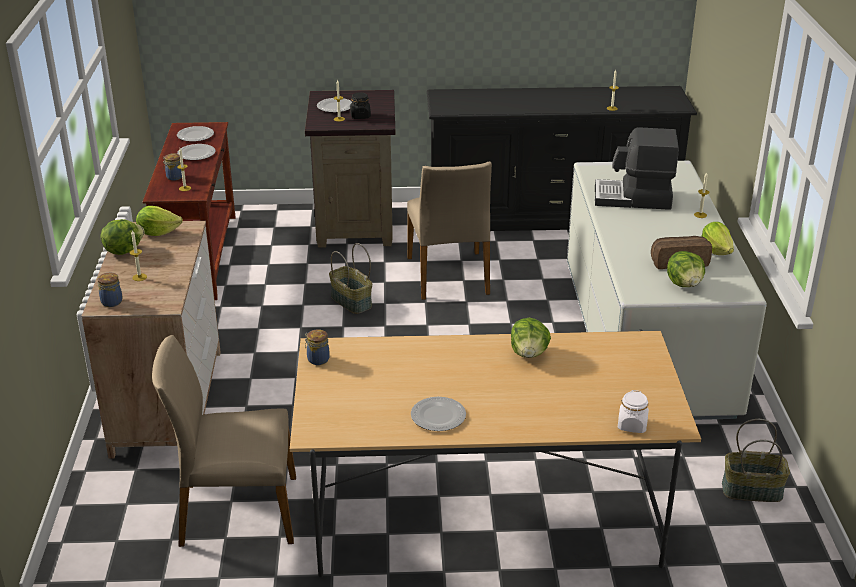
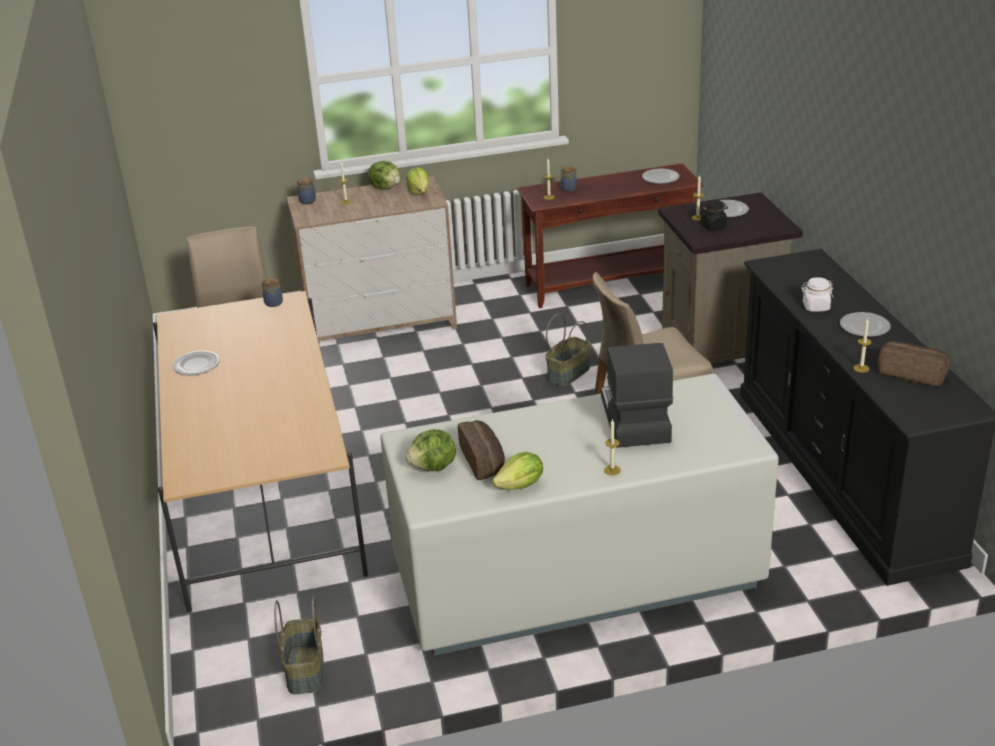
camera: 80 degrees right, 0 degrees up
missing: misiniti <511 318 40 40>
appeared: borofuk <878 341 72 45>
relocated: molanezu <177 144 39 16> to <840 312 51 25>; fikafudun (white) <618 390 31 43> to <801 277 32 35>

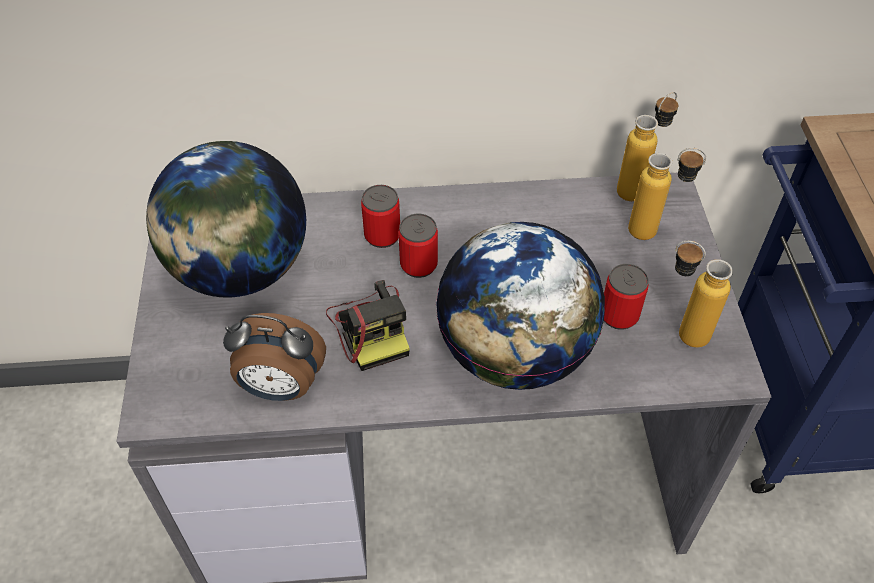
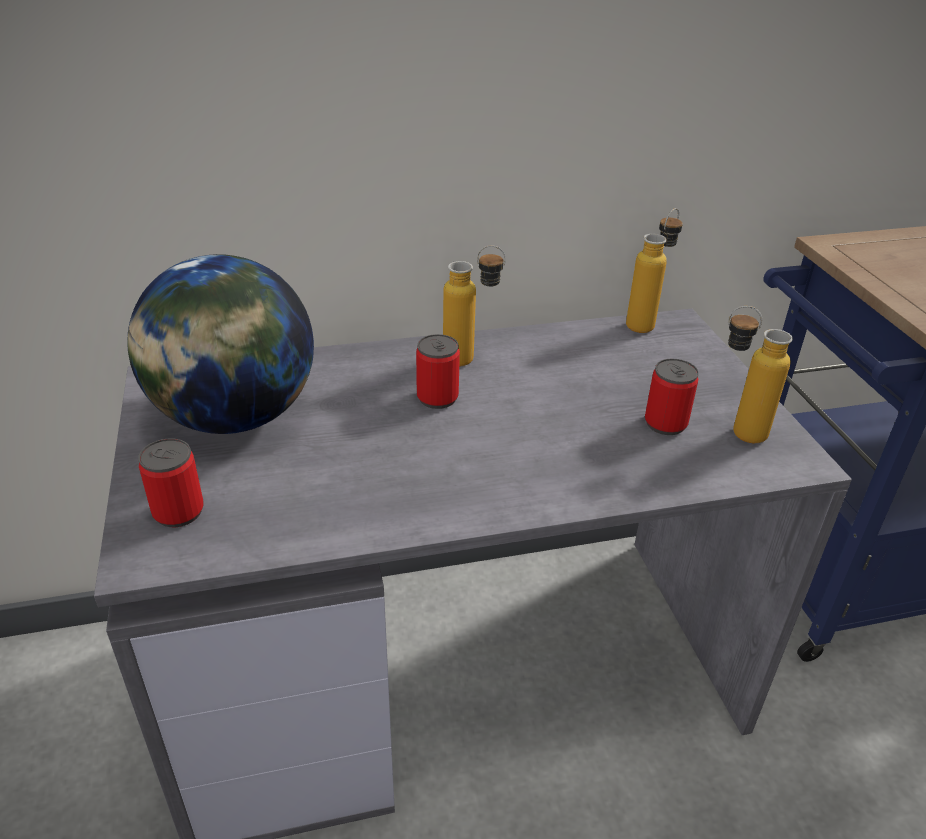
camera: 10 degrees left, 15 degrees down
missing: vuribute <436 222 169 168>; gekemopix <326 280 84 91>; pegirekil <223 313 103 88>
relocated: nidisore <628 148 78 92> to <443 245 63 121>; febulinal <361 185 39 63> to <138 438 66 89>

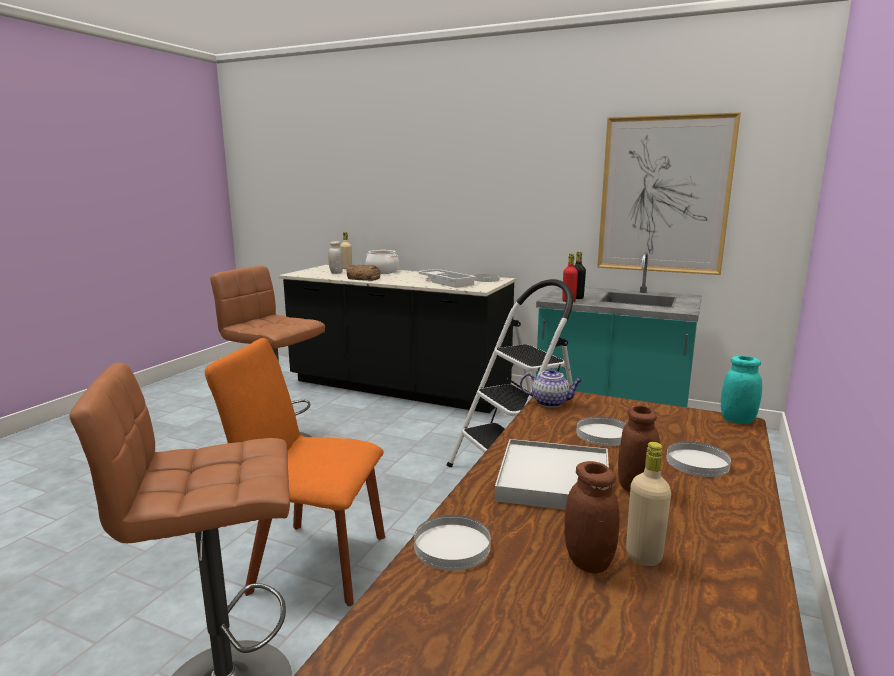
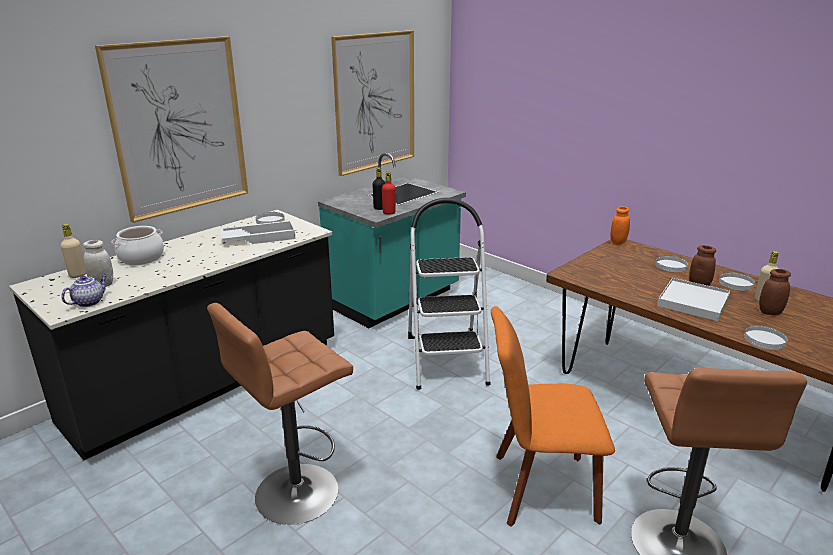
camera: 70 degrees left, 10 degrees up
missing: borofuk <346 265 35 16>
appeared: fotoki <95 36 153 187>
relocated: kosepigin <520 368 63 39> to <61 274 46 33>; molanezu (white) <576 416 50 30> to <719 272 36 19>
colour: fikafudun (turquoise) <721 356 41 68> to fikafudun (orange) <611 206 19 39>
spun: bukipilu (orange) <205 338 180 268> = <491 306 124 221> 60 degrees clockwise

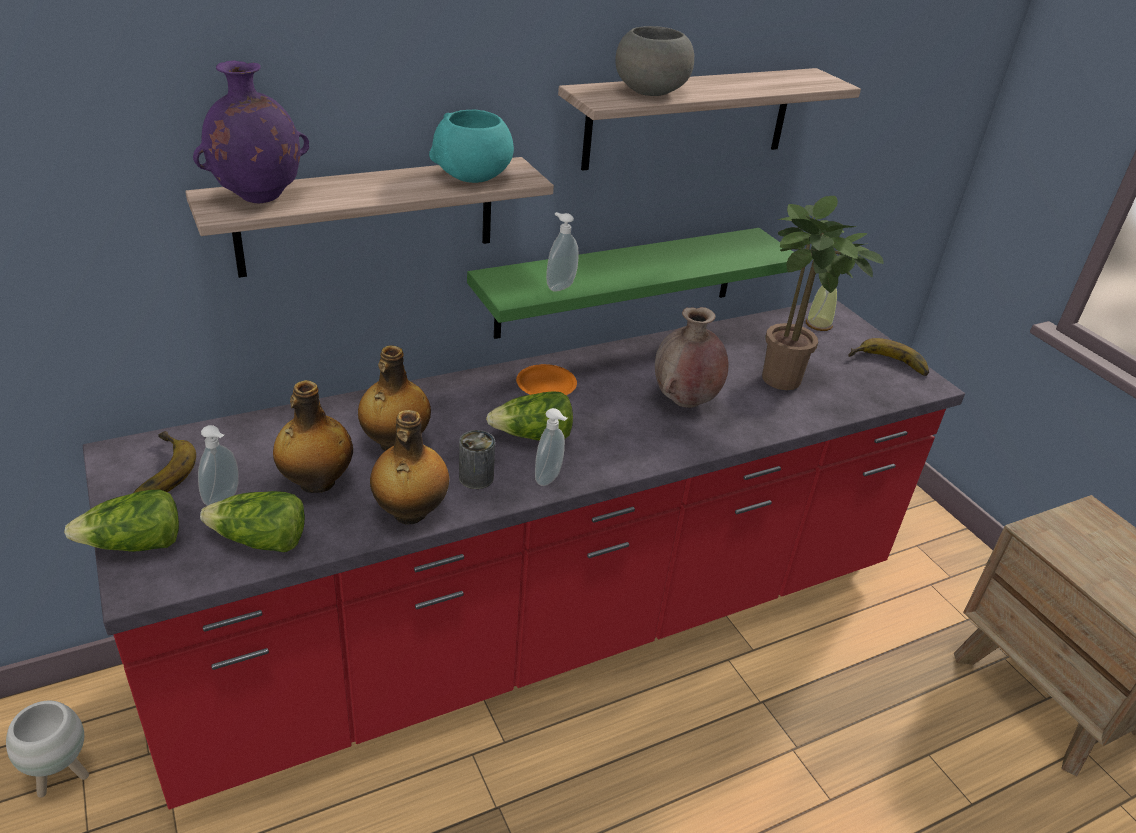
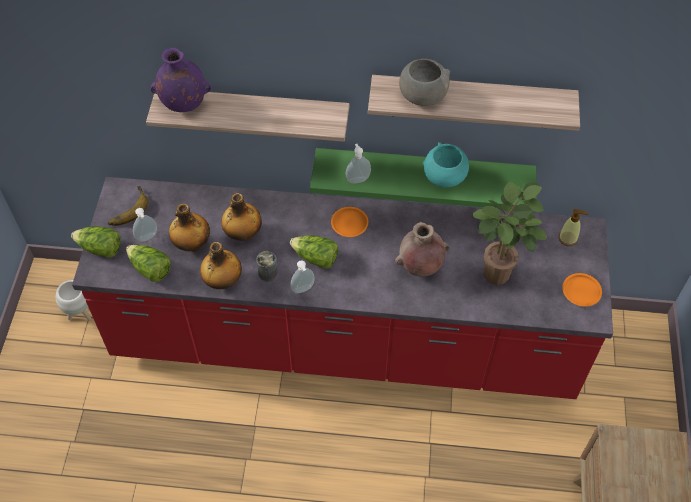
camera: 35 degrees right, 20 degrees up
relocated: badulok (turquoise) <429 110 85 73> to <423 142 46 45>
exchanged: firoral <848 338 81 38> to molanezu (orange) <562 273 40 34>

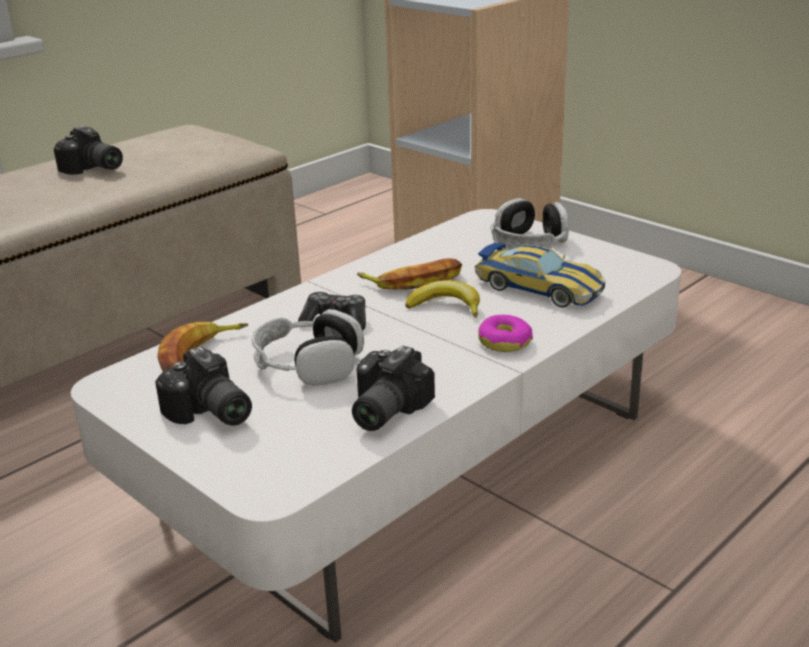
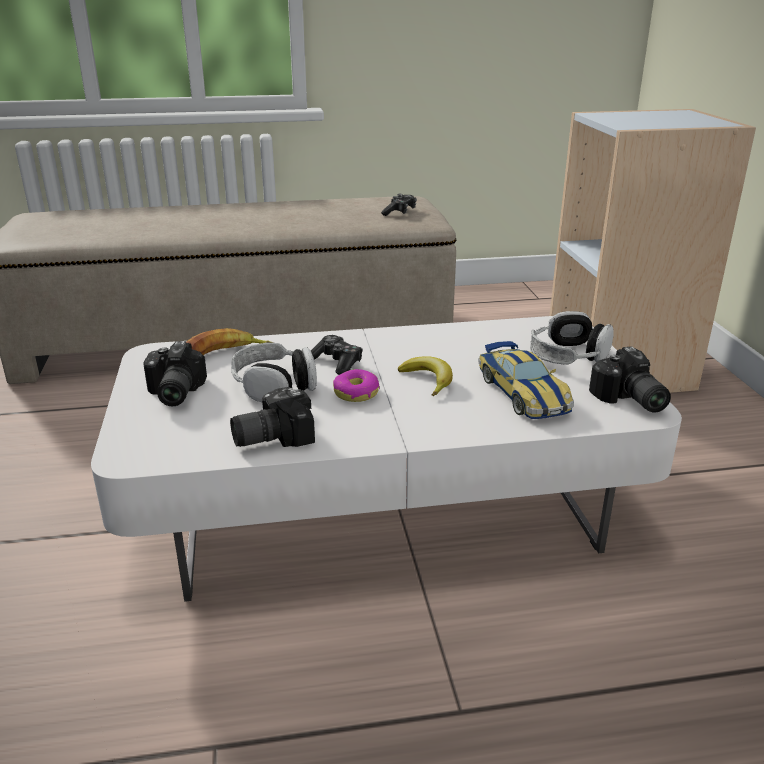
camera: 35 degrees right, 0 degrees up
missing: firoral <357 258 105 32>
appeared: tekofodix <381 194 36 22>
relocated: gekemopix <54 126 69 49> to <589 346 82 67>; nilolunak <478 315 55 37> to <333 369 47 33>

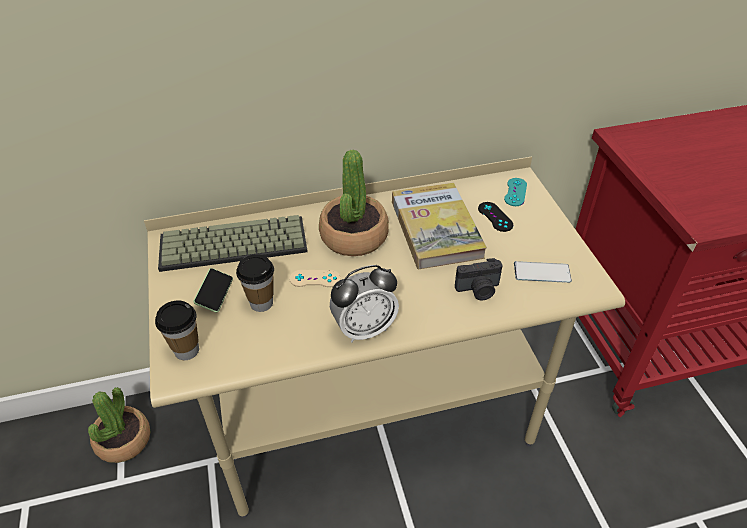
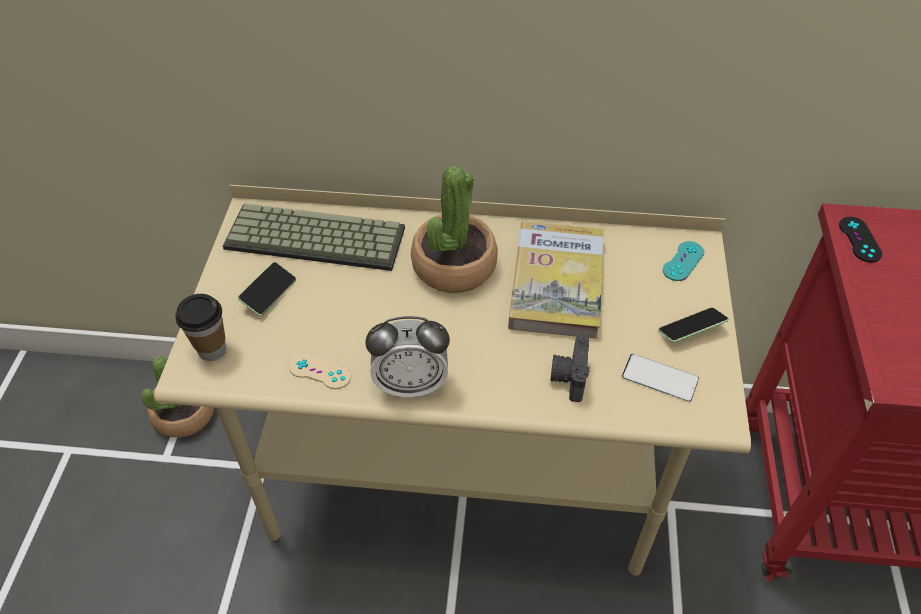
camera: 20 degrees right, 5 degrees up
missing: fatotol <236 254 38 58>
appeared: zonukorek <658 308 71 34>
relocated: tekofodix (black) <478 202 35 30> to <839 217 43 45>; tekofodix (beige) <289 270 52 17> to <289 353 62 36>
spun: gekemopix <455 258 48 42> = <550 334 40 68> 90 degrees clockwise

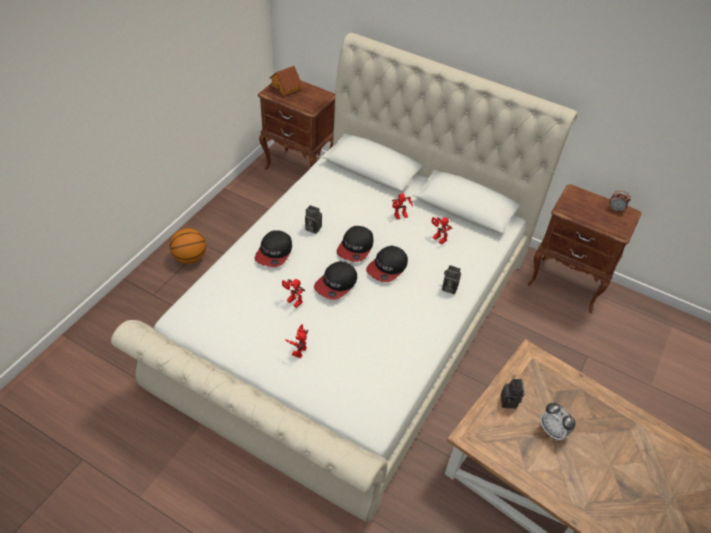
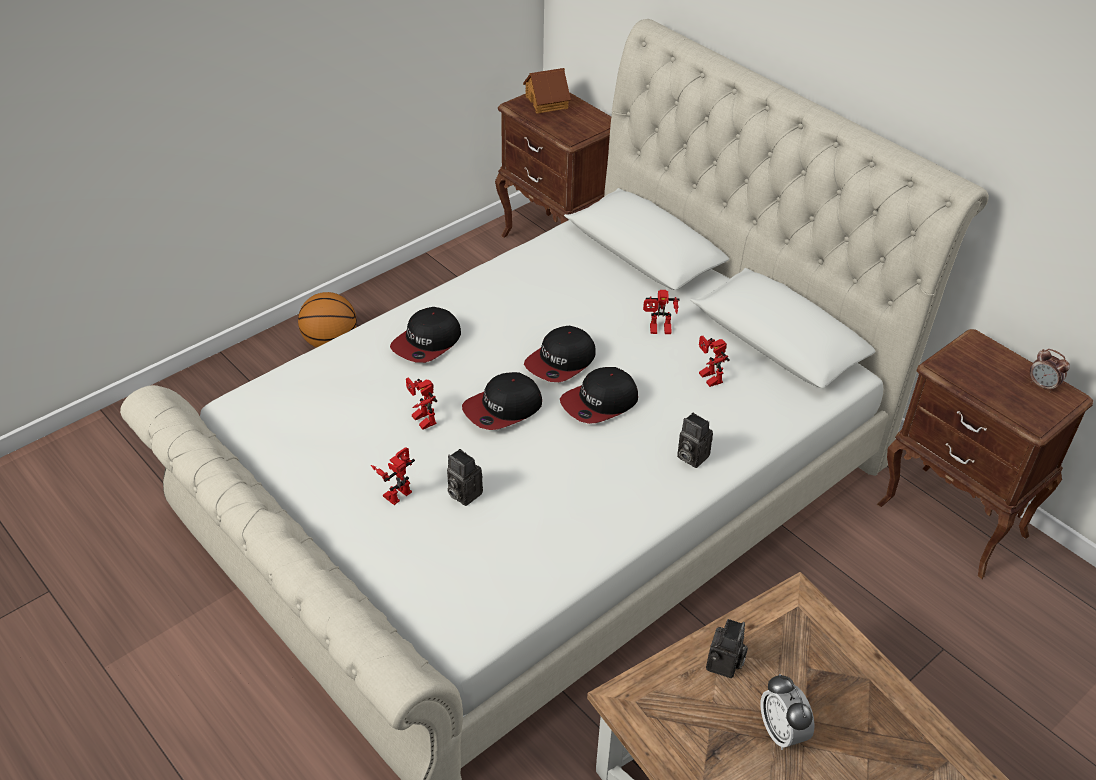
camera: 20 degrees right, 5 degrees down
relocated: gekemopix <305 205 17 29> to <447 449 36 57>

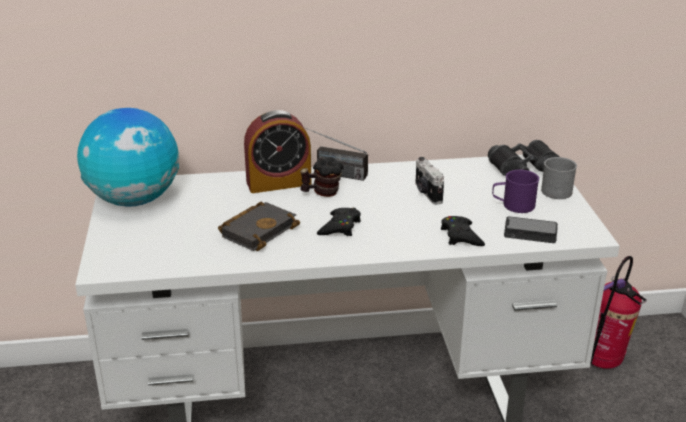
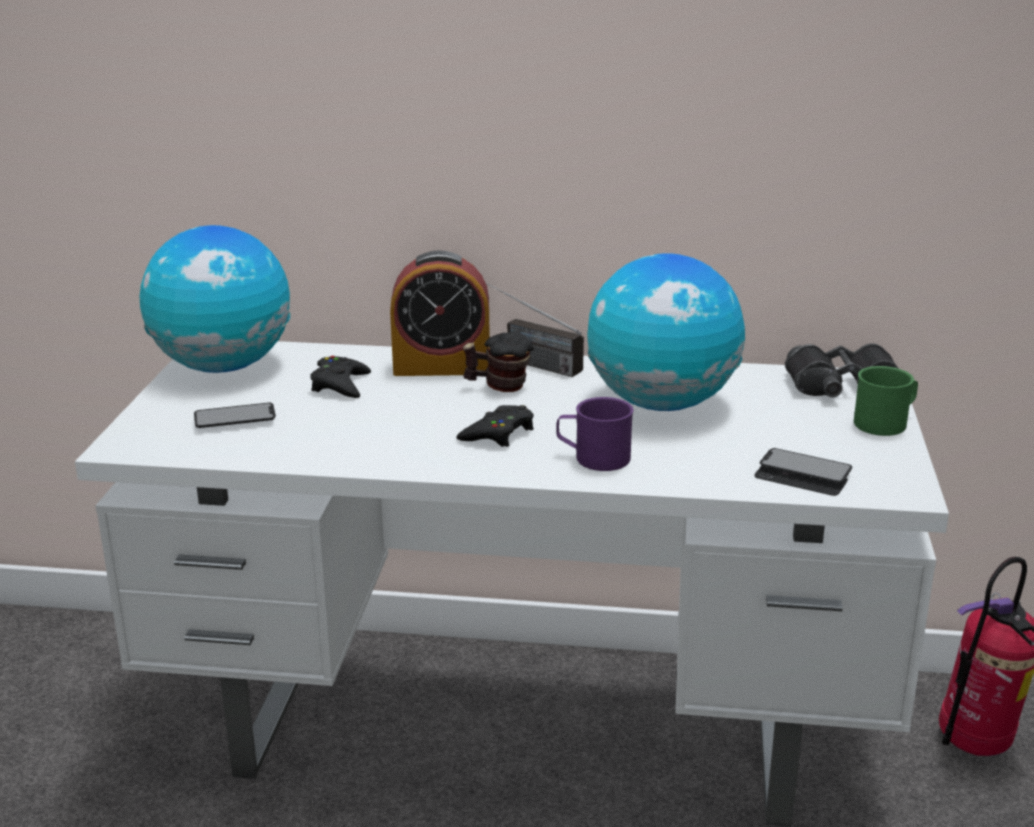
camera: 15 degrees right, 5 degrees down
missing: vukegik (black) <218 202 82 49>
appeared: zonukorek <194 403 82 25>
relocated: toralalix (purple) <492 170 47 43> to <556 397 78 74>; tekofodix (black) <441 216 44 30> to <310 356 61 42>
exchanged: gekemopix <415 157 29 48> to vuribute <587 253 158 158>
colour: toralalix (grey) <541 157 36 42> to toralalix (green) <854 366 64 70>

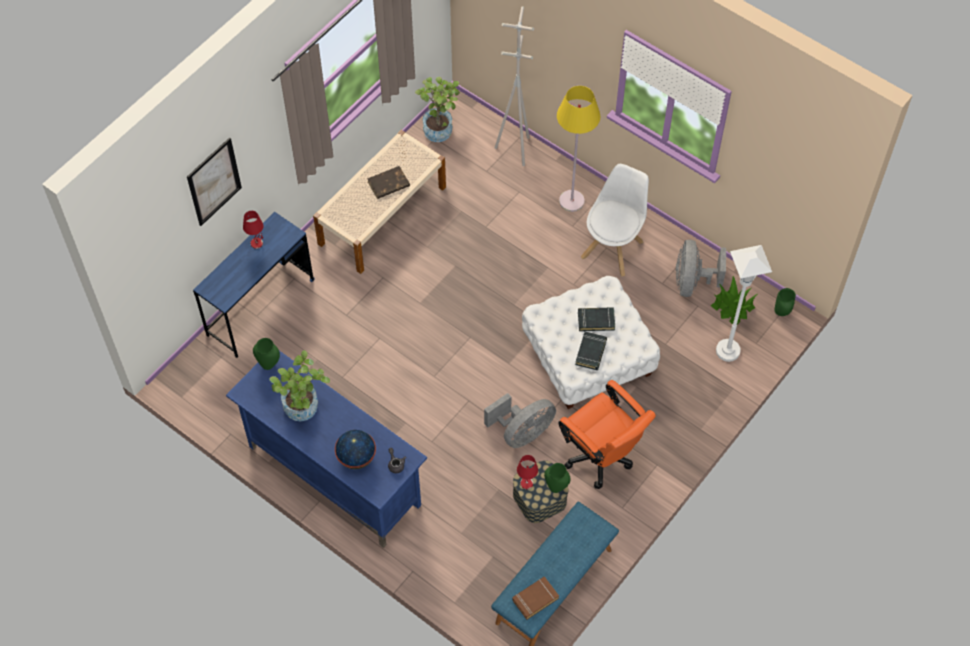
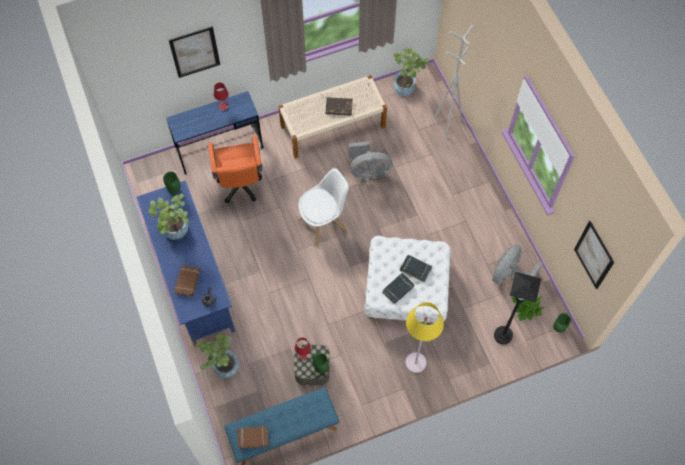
camera: 30 degrees right, 5 degrees up
appeared: fotoki <574 221 40 68>; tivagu <196 333 42 45>
relocated: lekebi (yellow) <557 86 43 126> to <405 302 39 71>; bukipilu (white) <581 164 68 113> to <297 168 52 79>; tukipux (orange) <558 380 98 109> to <208 136 54 67>; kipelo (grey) <484 393 72 55> to <349 141 43 38>
exchanged: vuribute <335 430 41 39> to vukegik (brown) <174 265 26 31>
colour: lekebi (white) <716 245 56 117> to lekebi (black) <494 272 47 73>

